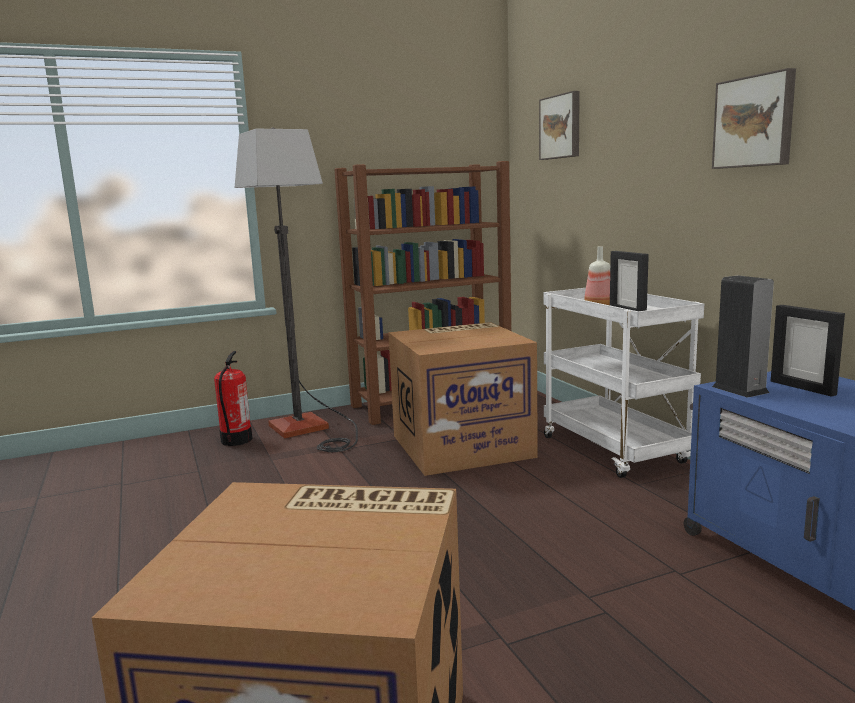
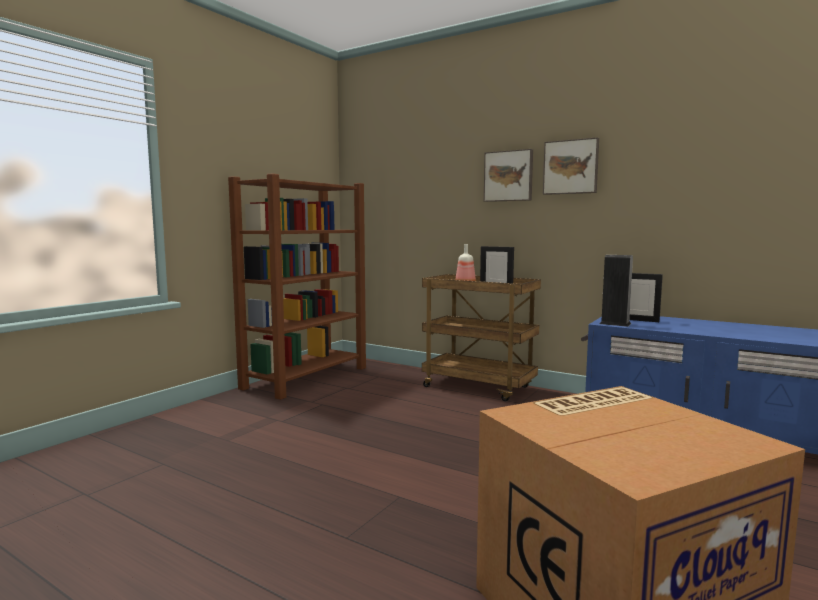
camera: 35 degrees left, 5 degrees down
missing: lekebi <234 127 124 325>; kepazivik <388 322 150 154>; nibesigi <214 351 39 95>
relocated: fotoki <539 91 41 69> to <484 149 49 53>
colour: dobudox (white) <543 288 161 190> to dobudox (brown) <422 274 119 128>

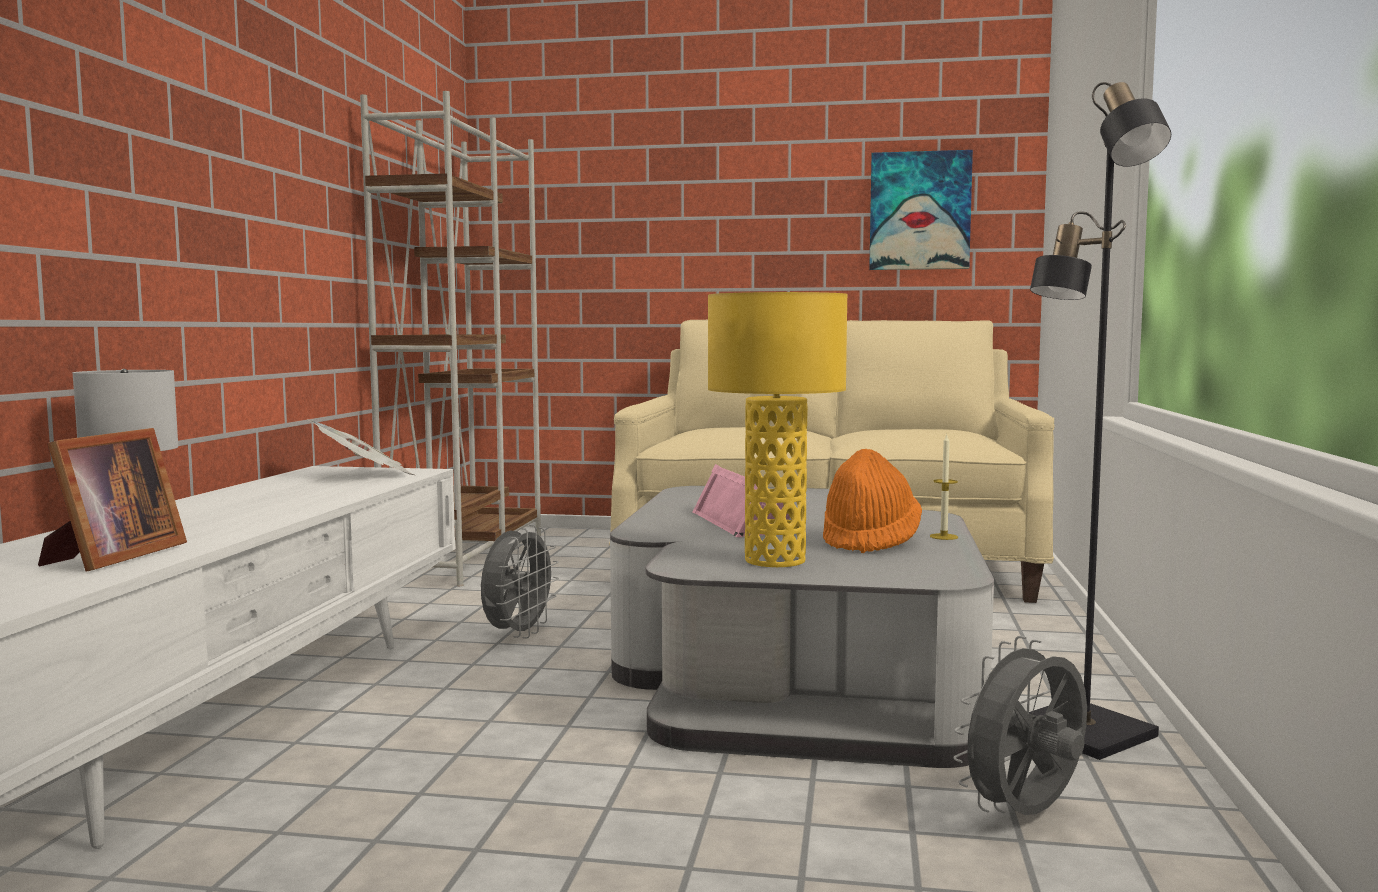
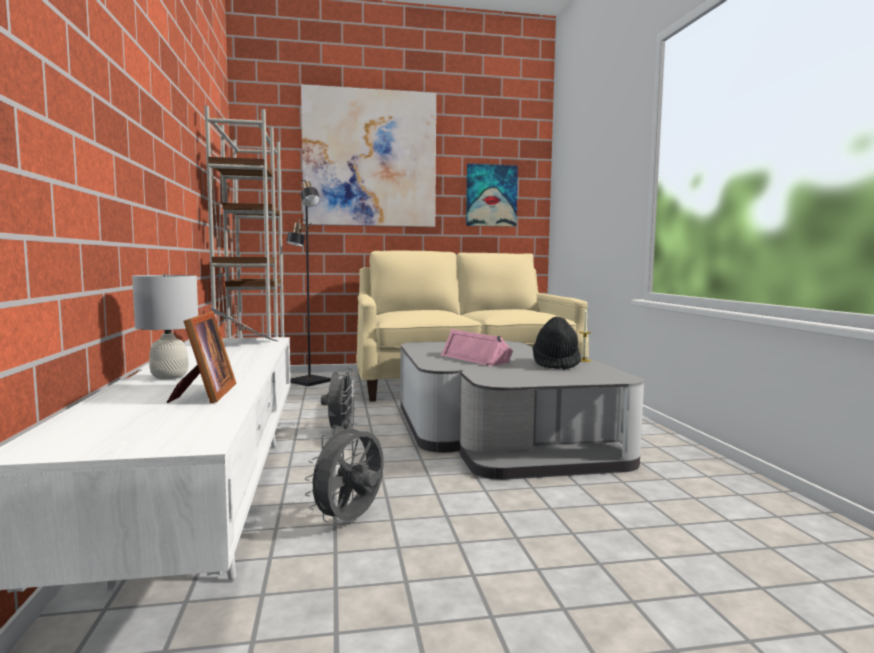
camera: 20 degrees left, 0 degrees up
missing: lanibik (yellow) <708 292 139 275>
appeared: fotoki <301 85 135 142>
relocated: lekebi (black) <1029 82 142 678> to <286 180 45 206>; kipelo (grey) <953 636 134 179> to <305 422 79 101>
colour: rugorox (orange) <823 449 99 104> to rugorox (black) <532 317 49 53>

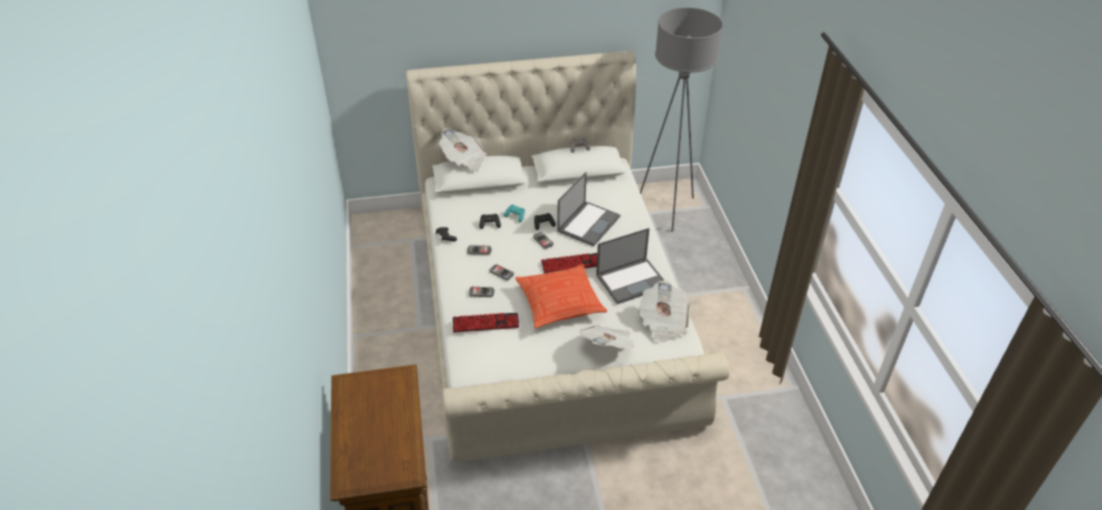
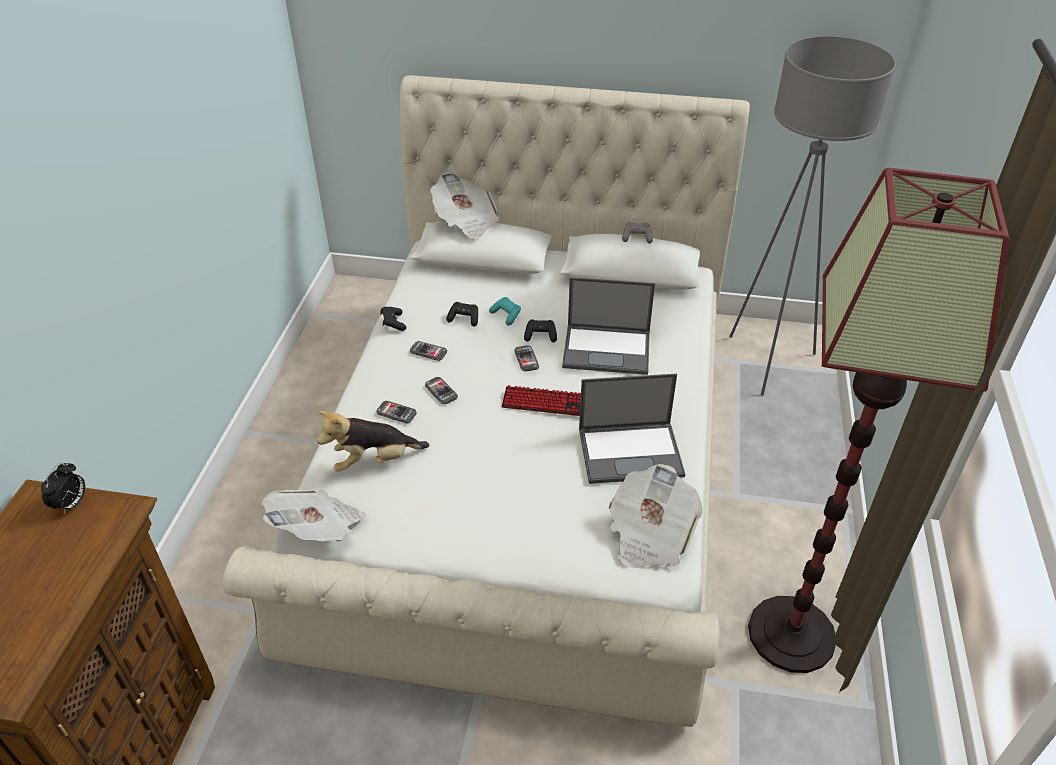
camera: 20 degrees right, 0 degrees up
missing: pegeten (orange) <515 264 92 64>
appeared: lekebi <748 168 261 505>; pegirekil <41 463 44 52>
relocated: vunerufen <580 325 54 24> to <262 490 104 52>
exchanged: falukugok <453 313 66 20> to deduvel <317 411 112 61>
spun: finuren <557 172 63 74> = <562 277 93 98> 45 degrees clockwise

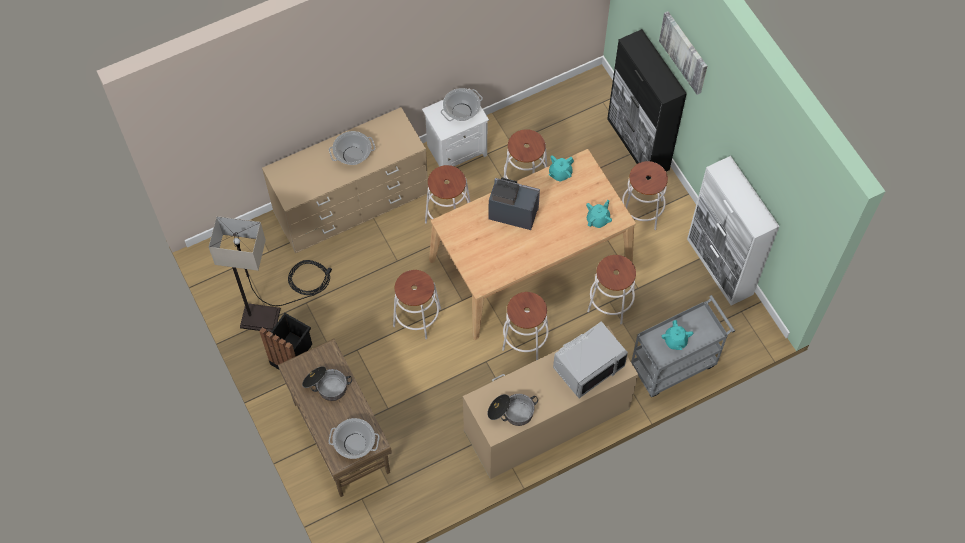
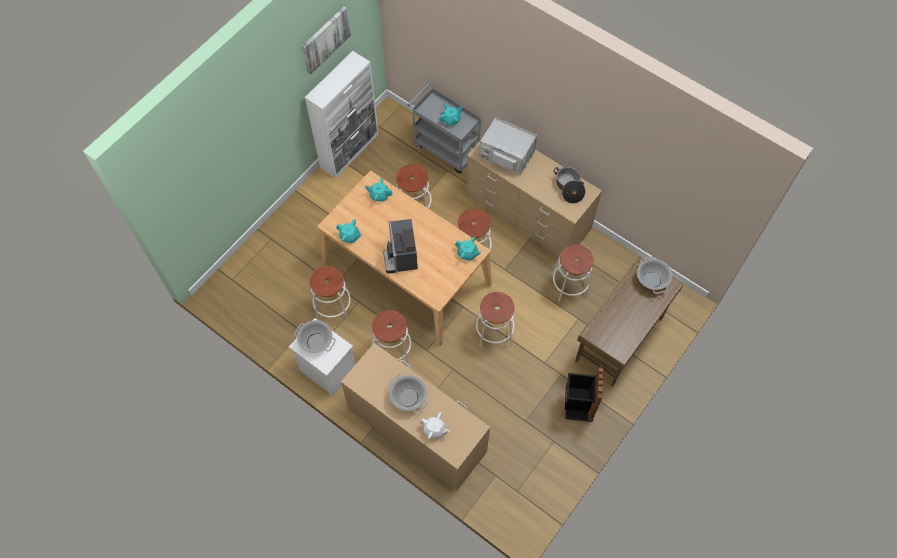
camera: 115 degrees left, 0 degrees up
missing: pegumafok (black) <607 29 80 151>; lekebi <209 216 123 116>; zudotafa <302 366 50 35>
appeared: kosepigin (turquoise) <455 237 26 24>; kosepigin (white) <420 412 30 27>
relocated: fotoki <659 11 48 84> to <302 6 49 68>; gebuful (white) <622 161 46 69> to <551 244 43 58>

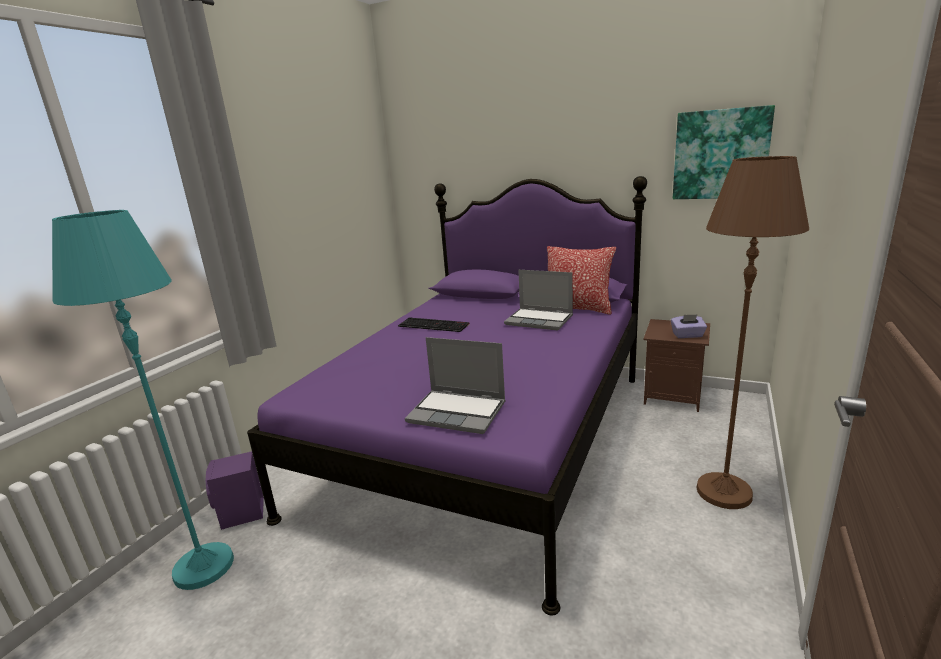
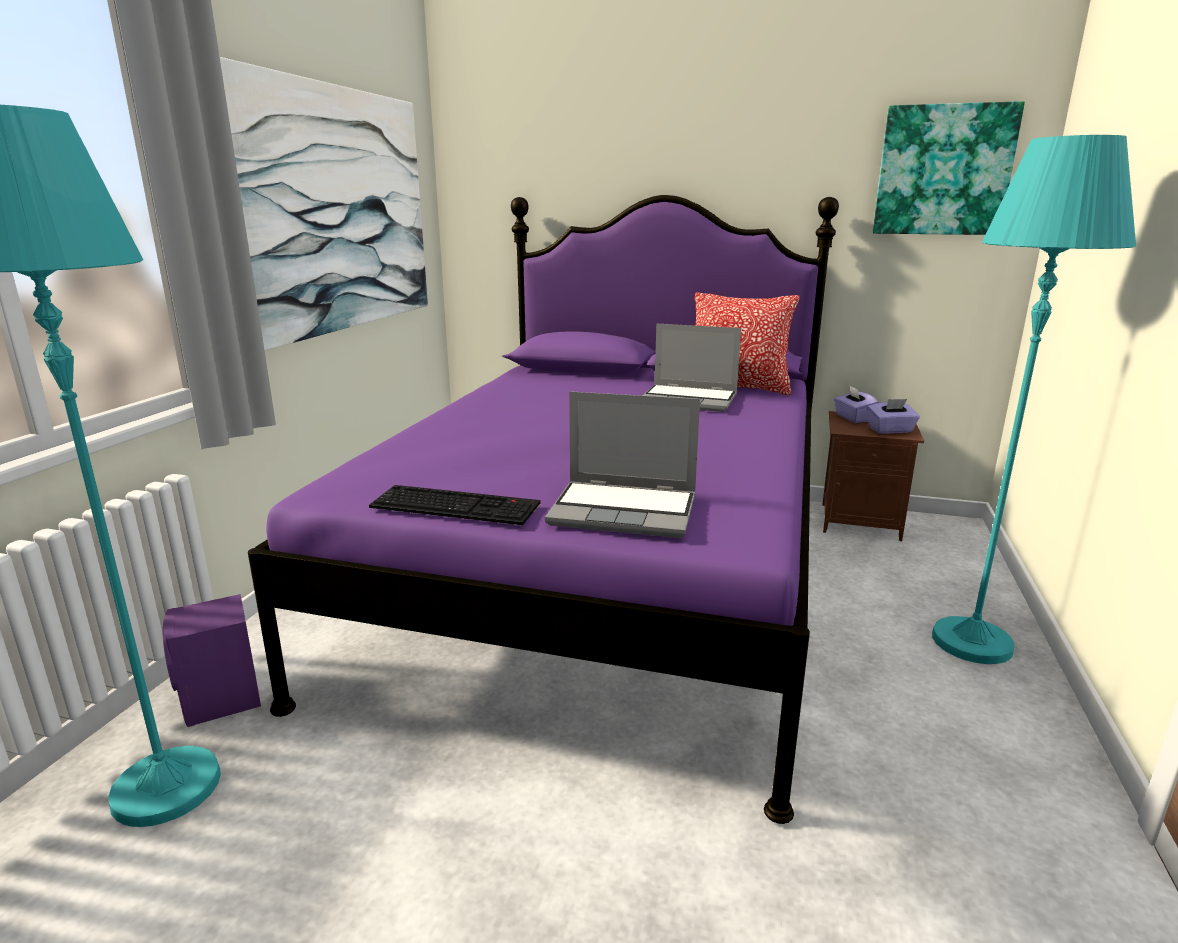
camera: 10 degrees left, 0 degrees up
appeared: fotoki <220 57 208 294>; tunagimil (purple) <834 385 45 38>
relocated: falukugok <398 317 72 15> to <369 485 172 40>
colour: lekebi (brown) <696 156 113 353> to lekebi (turquoise) <932 135 204 529>

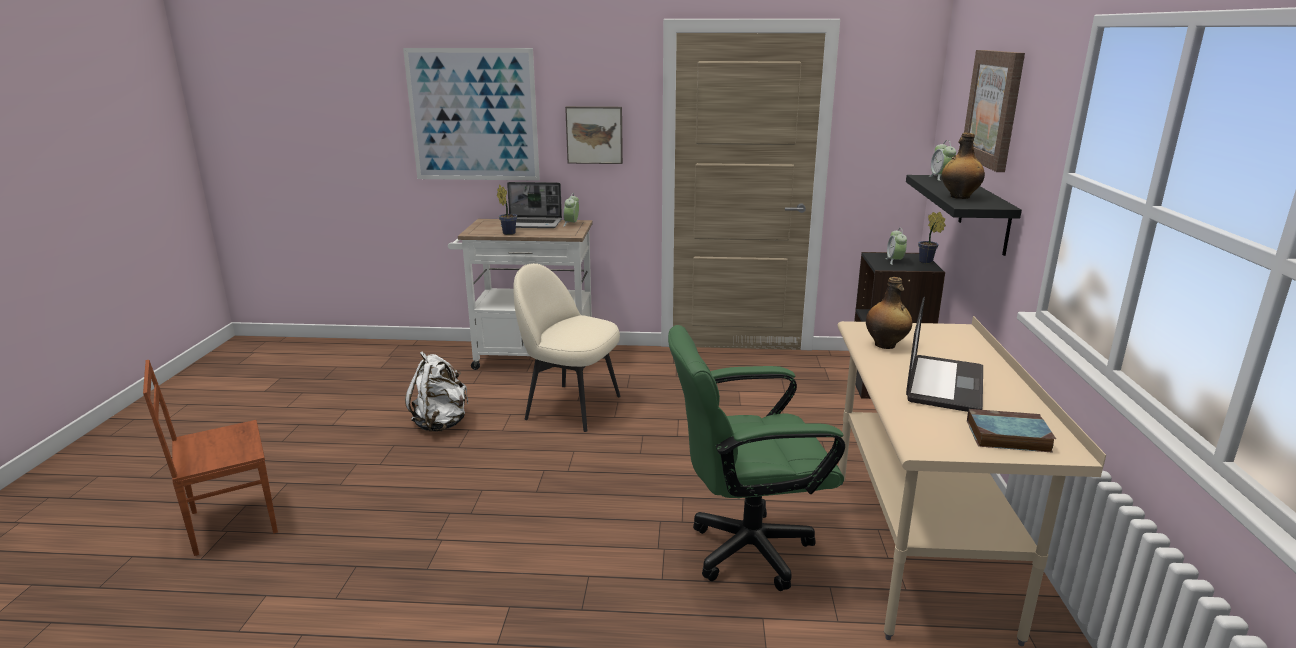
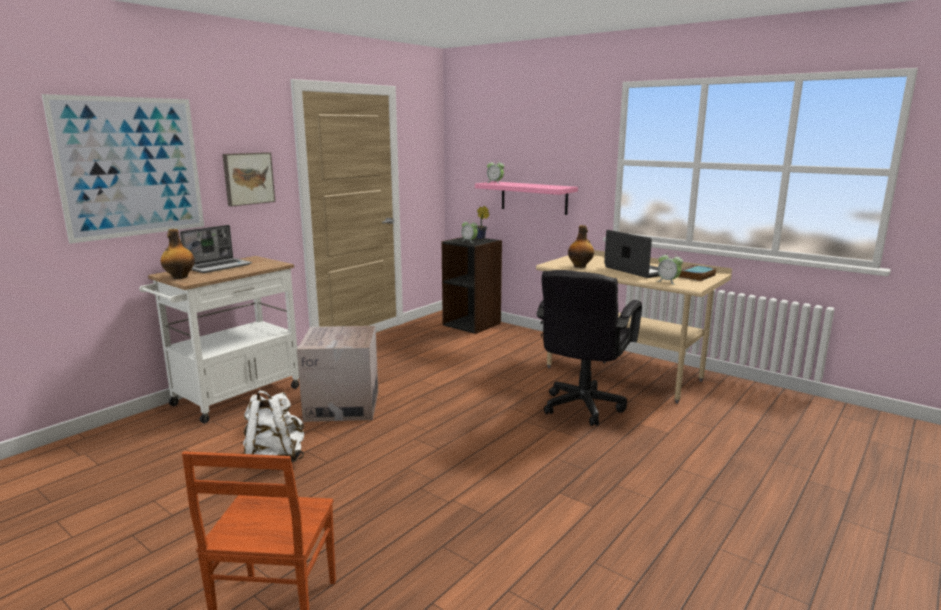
camera: 55 degrees left, 5 degrees down
missing: fotoki <964 50 61 122>; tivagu <497 185 20 50>
relocated: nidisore <942 132 43 67> to <161 229 34 50>; pegirekil <563 193 16 34> to <657 252 26 33>
exchanged: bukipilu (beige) <513 263 108 169> to kepazivik <297 326 81 96>
colour: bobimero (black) <906 175 116 81> to bobimero (pink) <475 181 103 34>; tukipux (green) <668 325 177 266> to tukipux (black) <537 270 105 156>

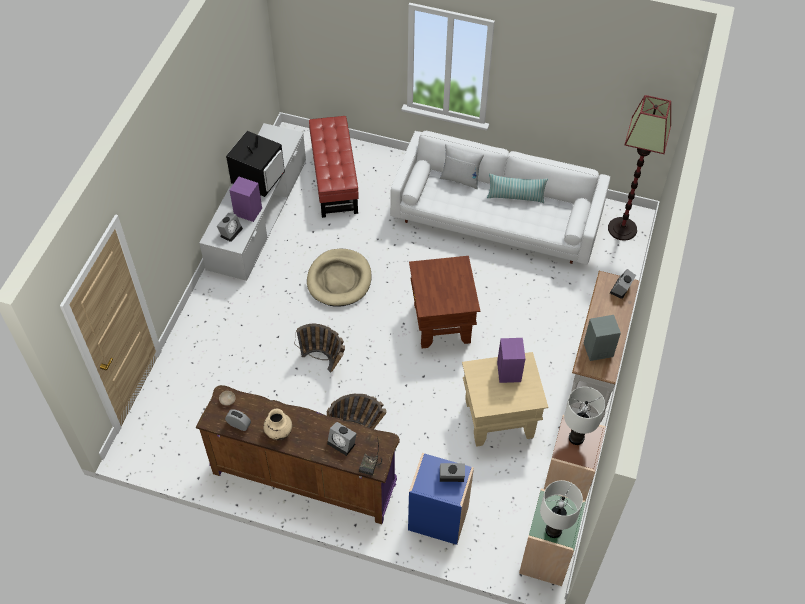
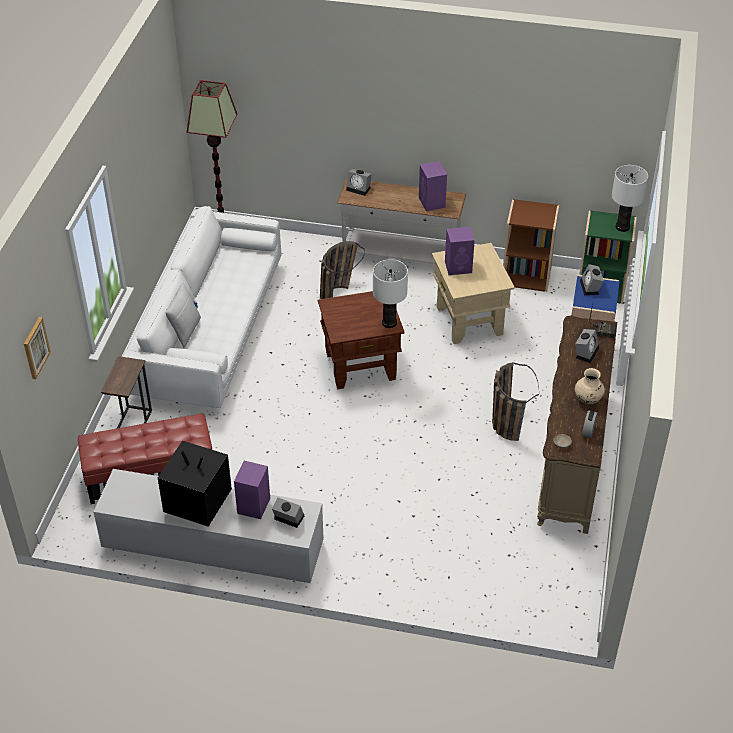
camera: 95 degrees left, 10 degrees down
missing: pegeten <487 174 61 29>; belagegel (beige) <307 248 65 59>
appeared: fotoki <24 317 27 62>; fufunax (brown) <101 356 51 72>
relocated: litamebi <294 324 51 49> to <320 241 45 58>; lanibik (white) <564 387 41 58> to <373 259 35 69>
colour: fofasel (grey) <584 315 37 46> to fofasel (purple) <419 161 28 50>; pegumafok (purple) <196 385 204 139> to pegumafok (beige) <537 316 80 218>

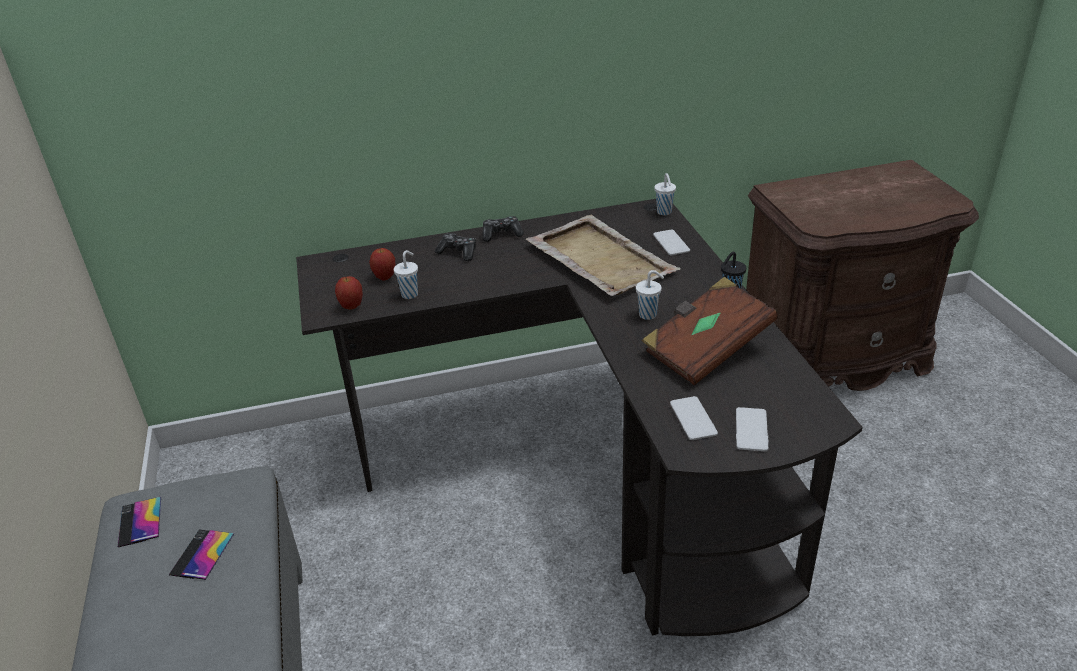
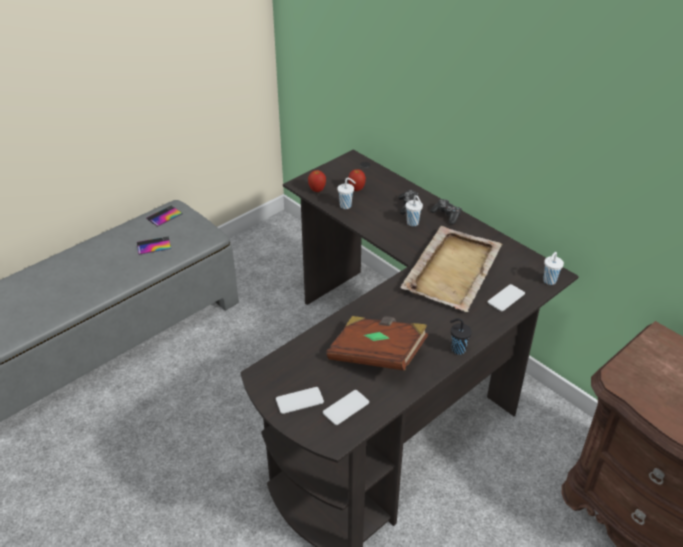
camera: 60 degrees right, 5 degrees up
relocated: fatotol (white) <636 270 28 50> to <406 195 17 31>; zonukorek <670 396 48 44> to <323 390 46 35>

